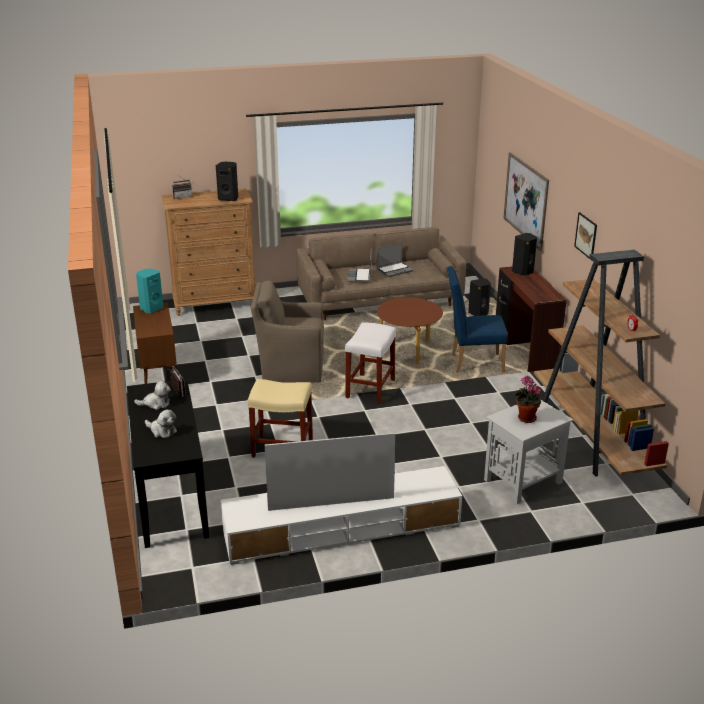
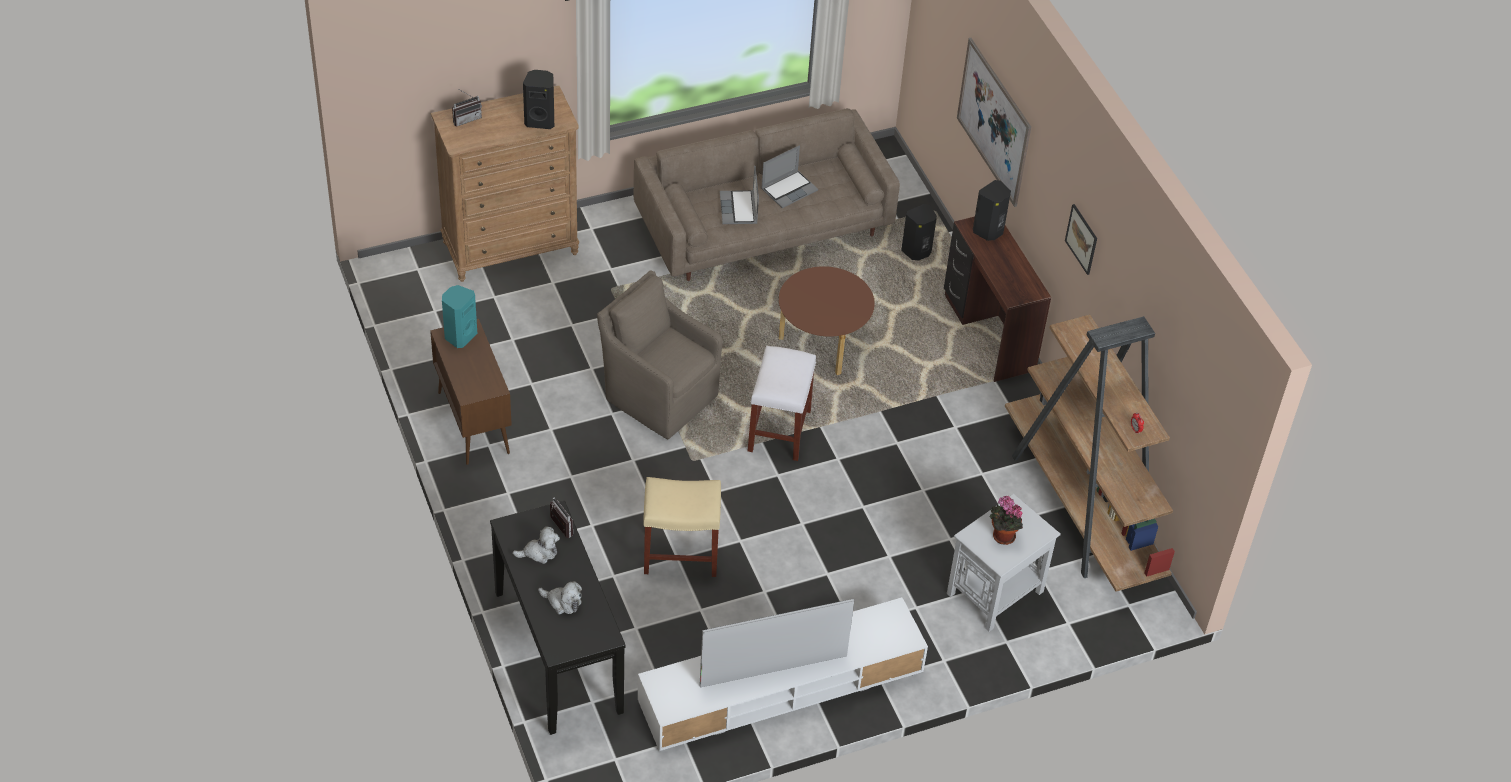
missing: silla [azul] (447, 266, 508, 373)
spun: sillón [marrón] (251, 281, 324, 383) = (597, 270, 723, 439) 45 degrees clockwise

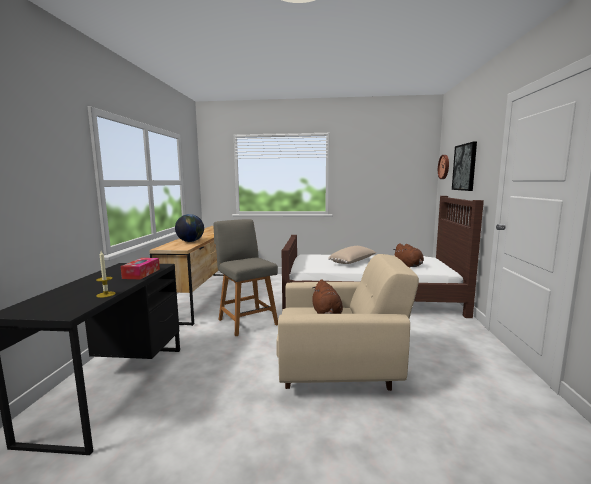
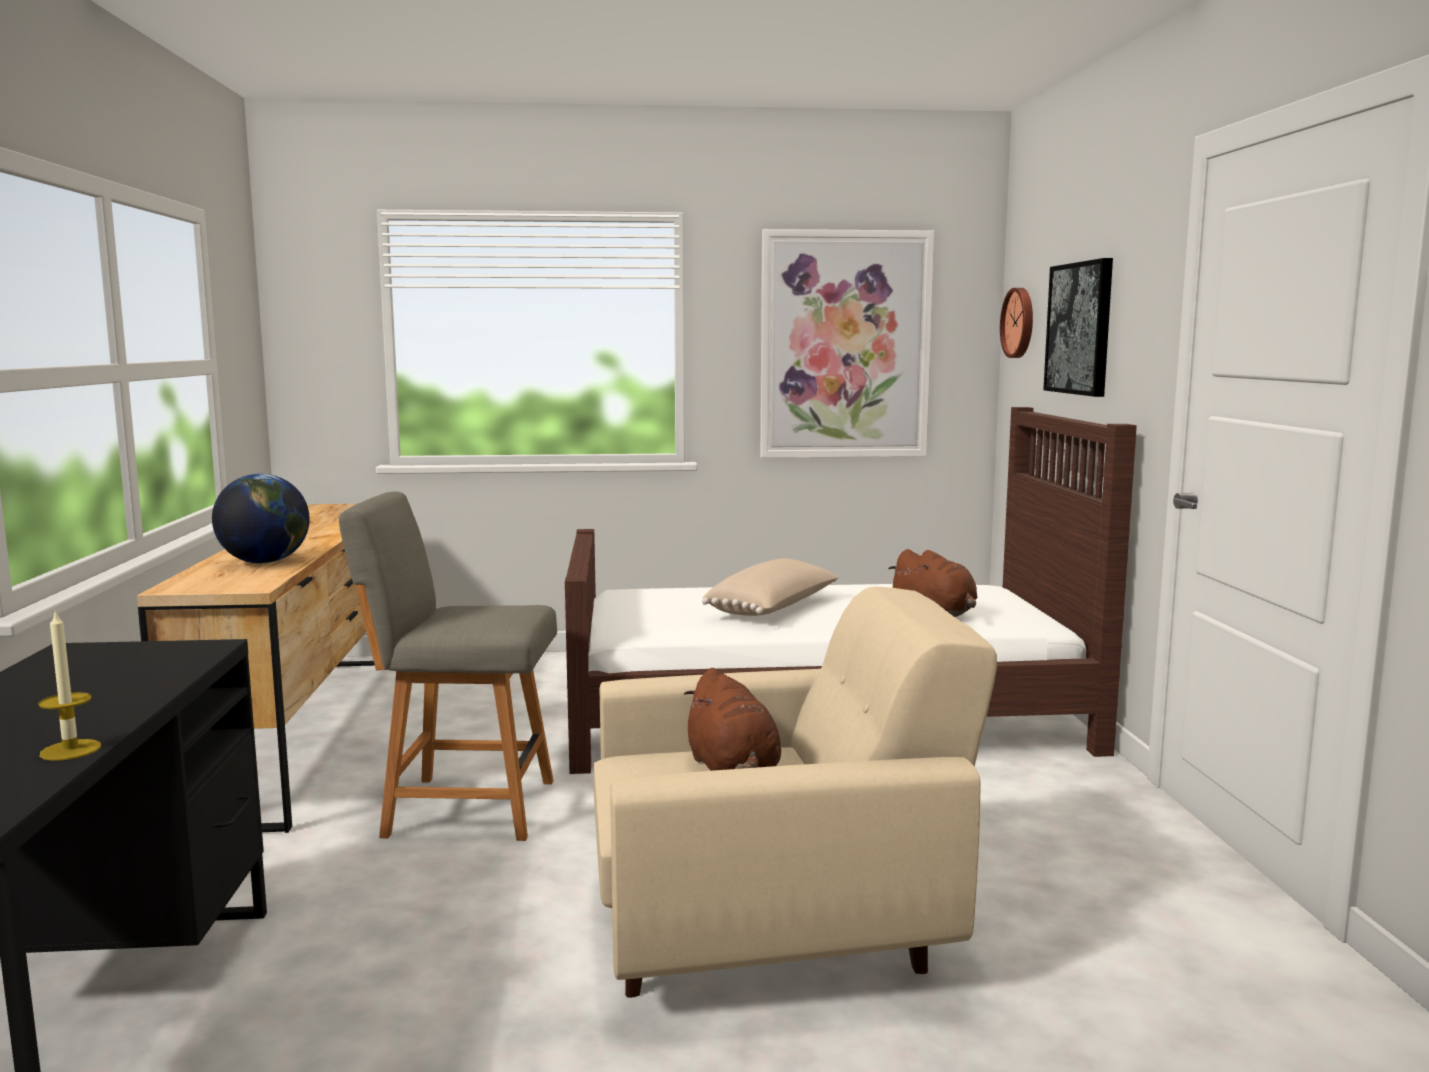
missing: caja de pañuelos (121, 258, 160, 279)
appeared: cuadro (760, 229, 934, 458)
spun: silla [gris] (213, 219, 278, 336) = (339, 492, 557, 841) 45 degrees counterclockwise

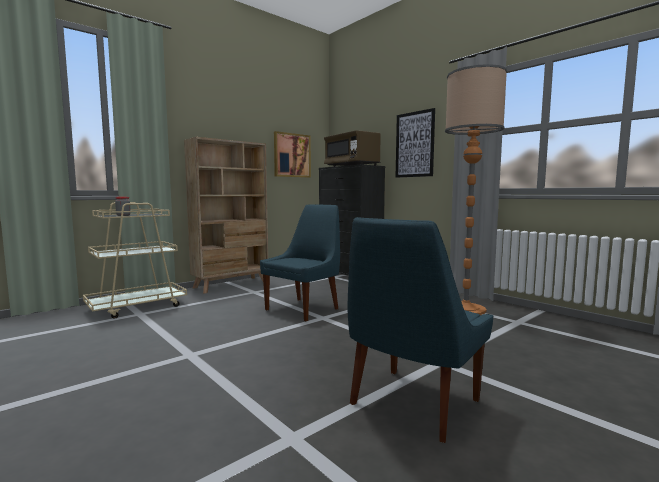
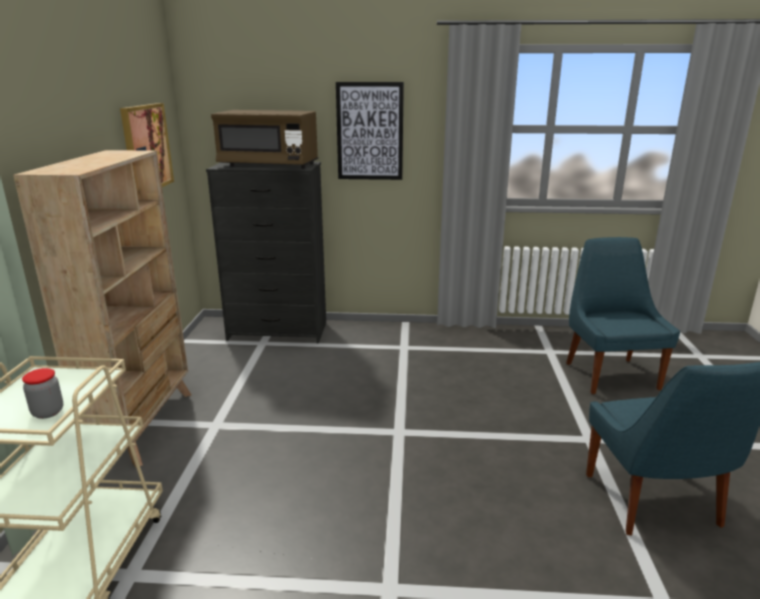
missing: lámpara de pie (445, 64, 508, 315)
relocated: silla [azul] (260, 204, 340, 322) to (566, 237, 680, 394)

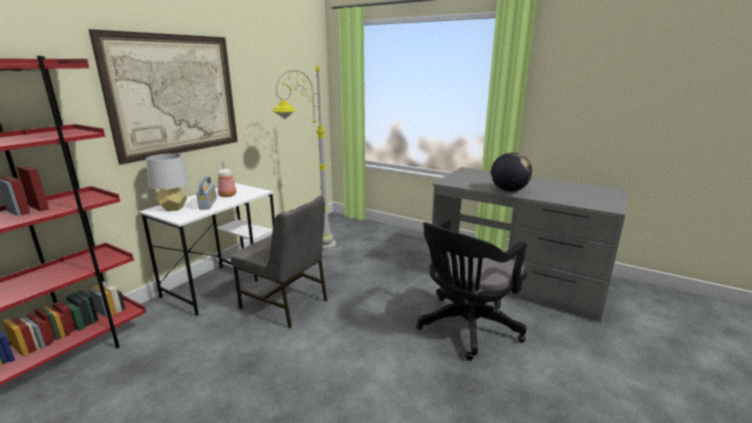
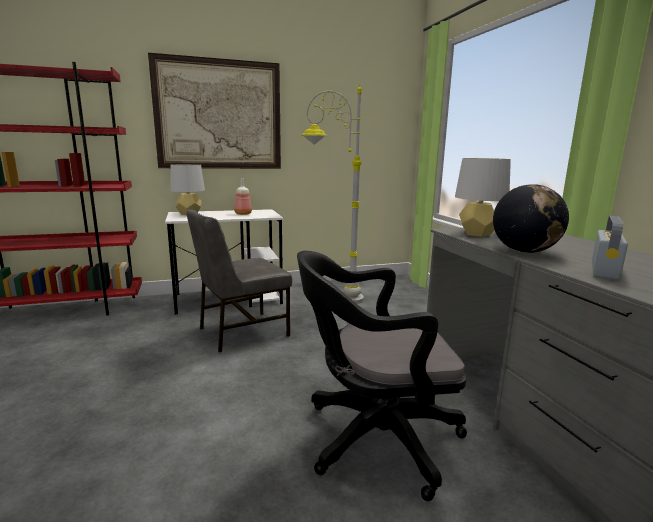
appeared: lámpara de mesa [gris] (455, 158, 511, 237)
relocated: radio (196, 176, 216, 210) to (592, 216, 628, 280)
spun: silla [gris] (230, 196, 327, 328) = (186, 209, 292, 352) 75 degrees clockwise

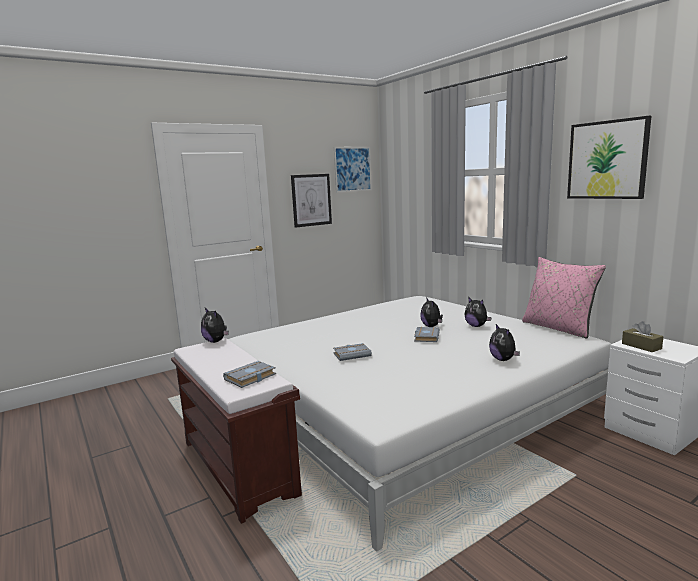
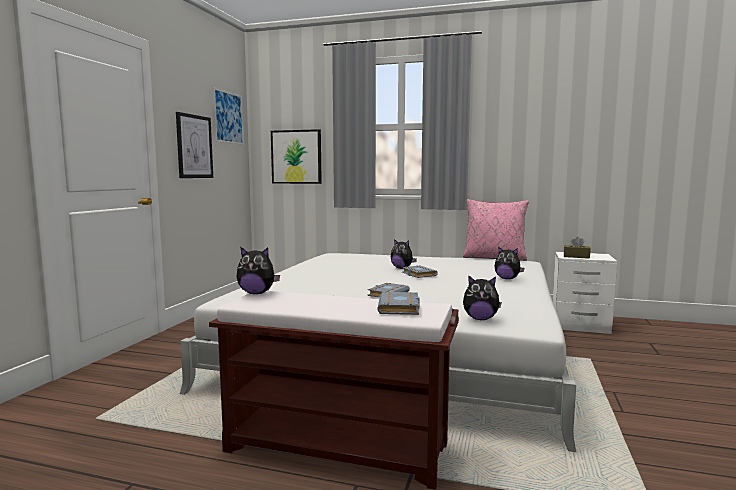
relocated: cuadro (567, 116, 651, 199) to (271, 129, 322, 184); peluche (465, 297, 492, 327) to (463, 276, 502, 320)

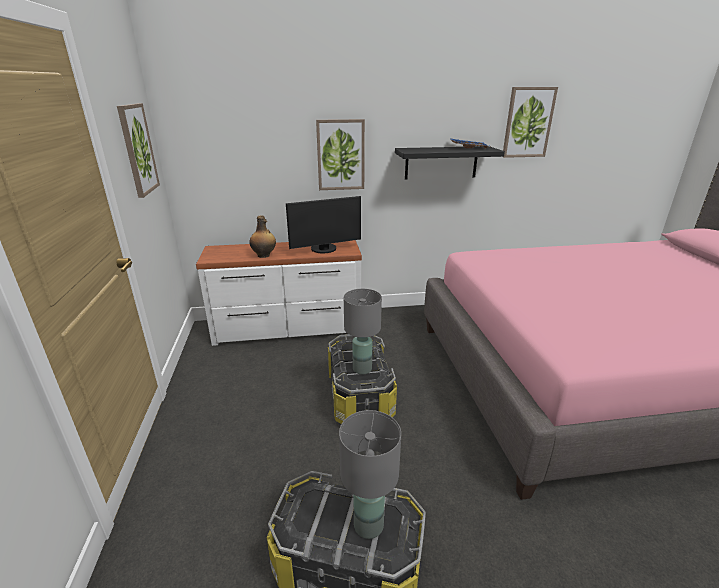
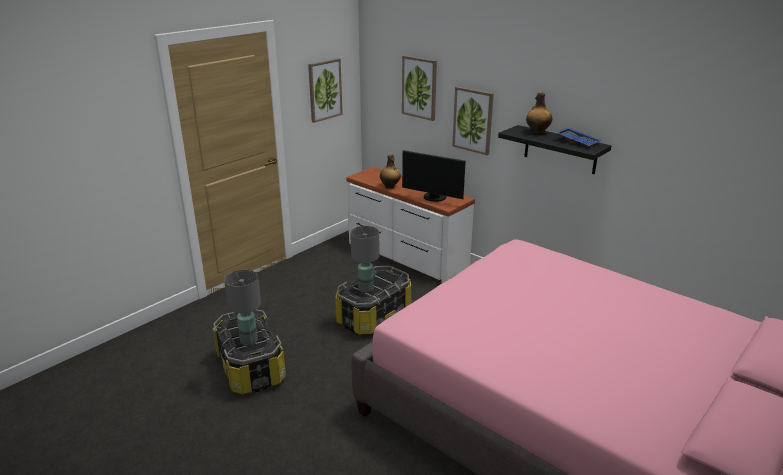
appeared: botella (526, 92, 552, 134)
relocated: cuadro (503, 87, 558, 158) to (402, 55, 437, 121)

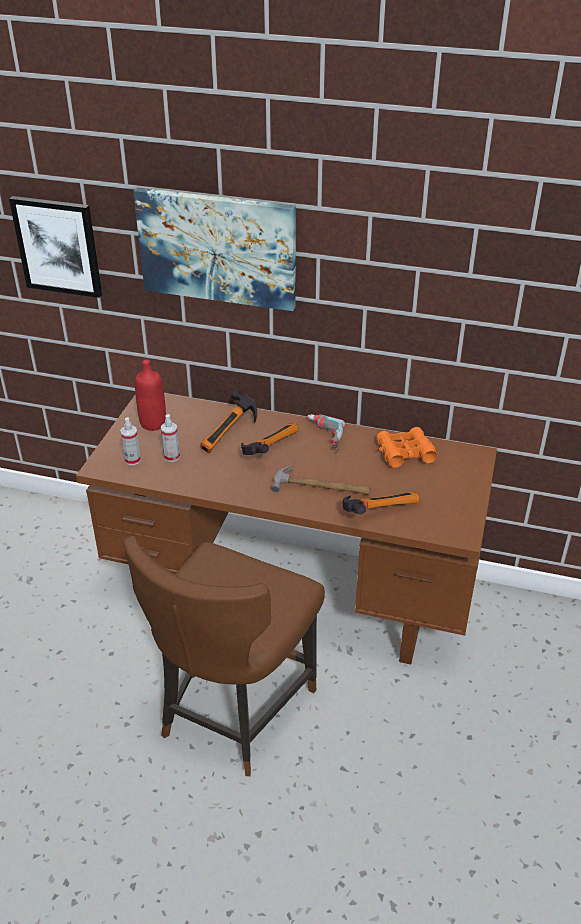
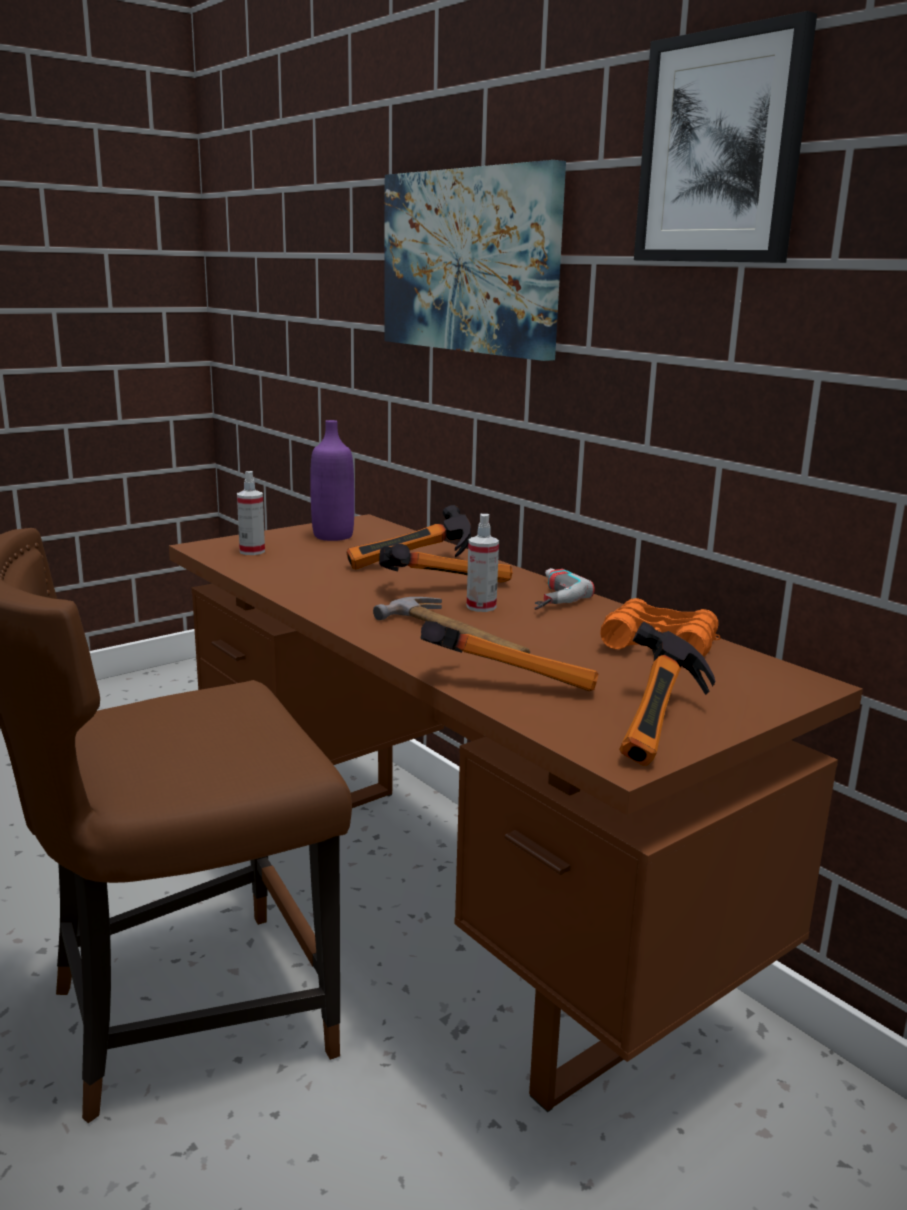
appeared: martillo (619, 621, 716, 766)
relocated: pulverizador (161, 414, 180, 462) to (467, 514, 499, 612); cuadro (9, 196, 102, 298) to (634, 11, 817, 263)
colour: botella [rojo] (135, 360, 166, 431) to botella [morado] (310, 420, 355, 541)

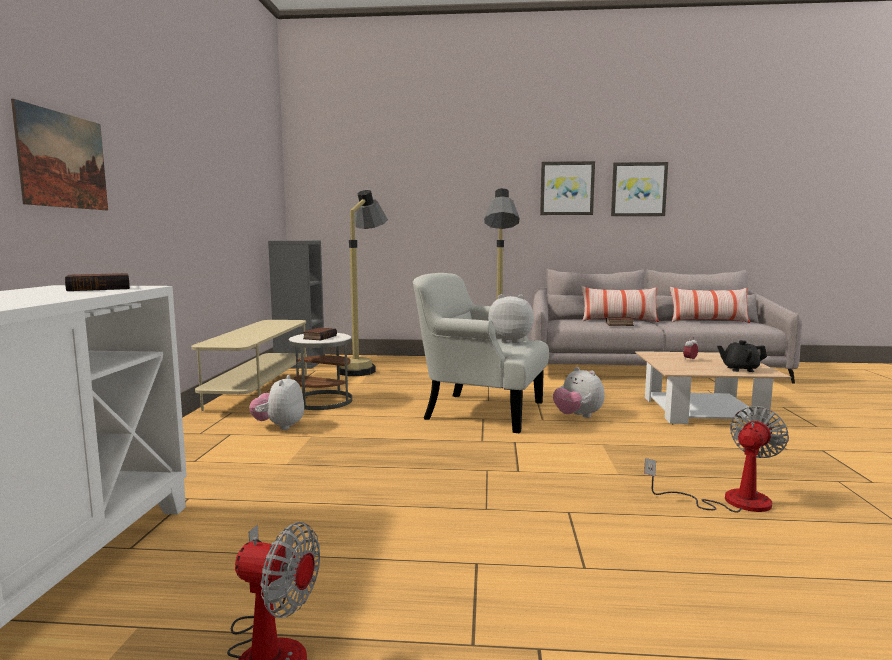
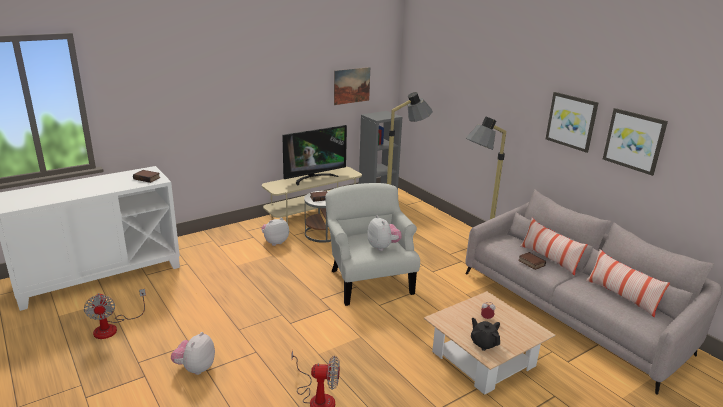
appeared: televisor (282, 125, 347, 185)
relocated: peluche (553, 367, 605, 418) to (171, 332, 215, 375); cuadro (11, 99, 108, 210) to (334, 67, 370, 105)

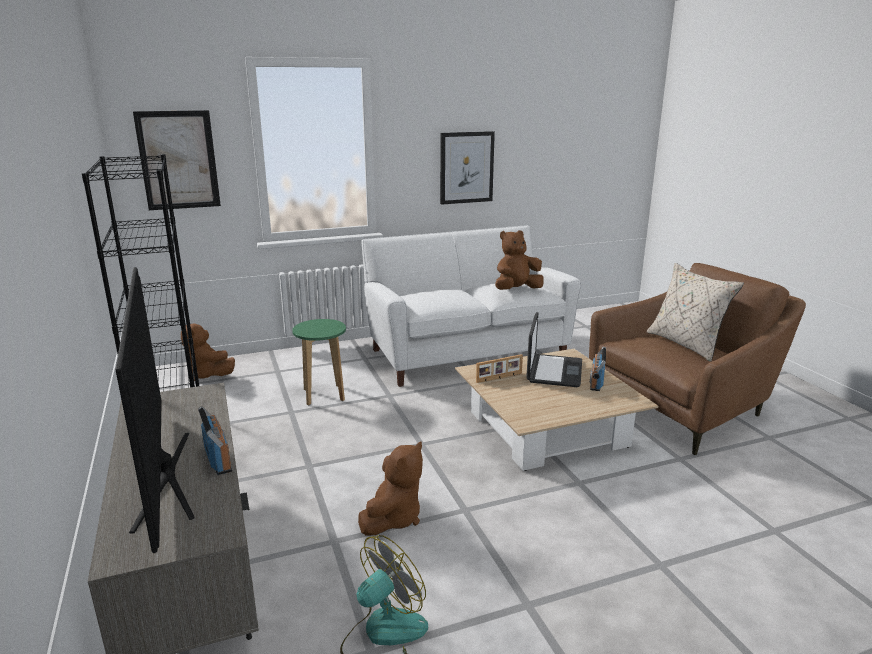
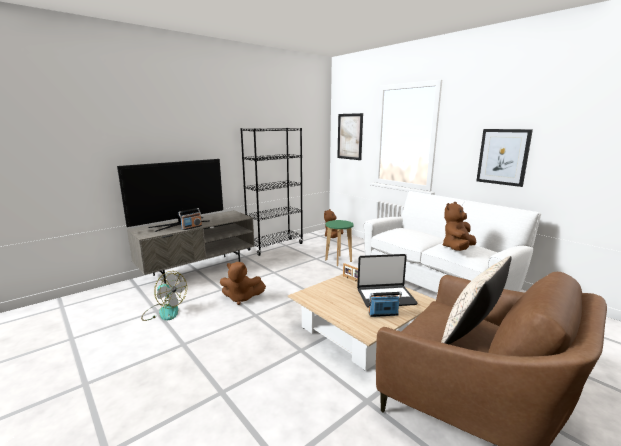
spun: peluche [marrón] (495, 230, 544, 290) = (443, 202, 476, 251) 90 degrees counterclockwise

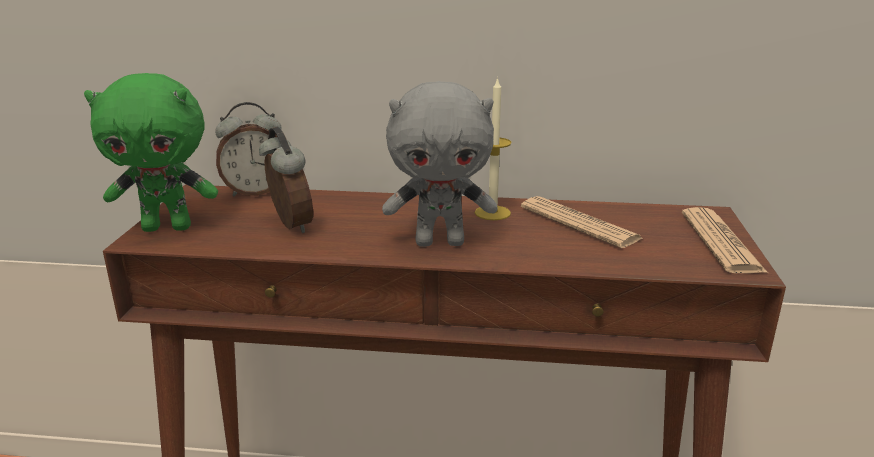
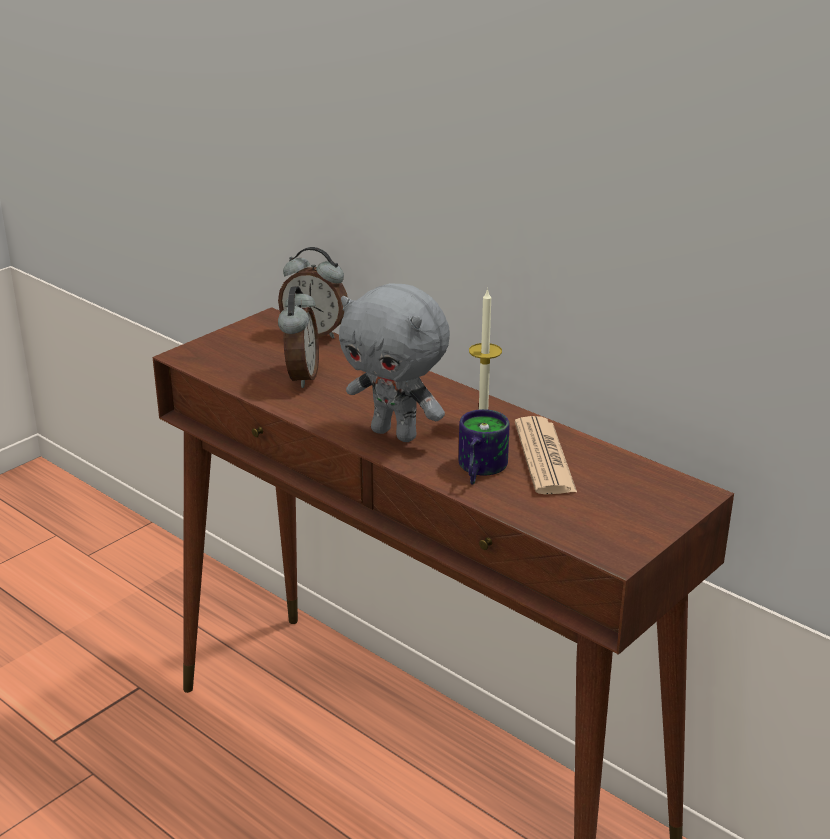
missing: peluche [verde] (84, 73, 218, 232); periódico (682, 207, 768, 273)
appeared: taza grande (459, 409, 510, 485)

